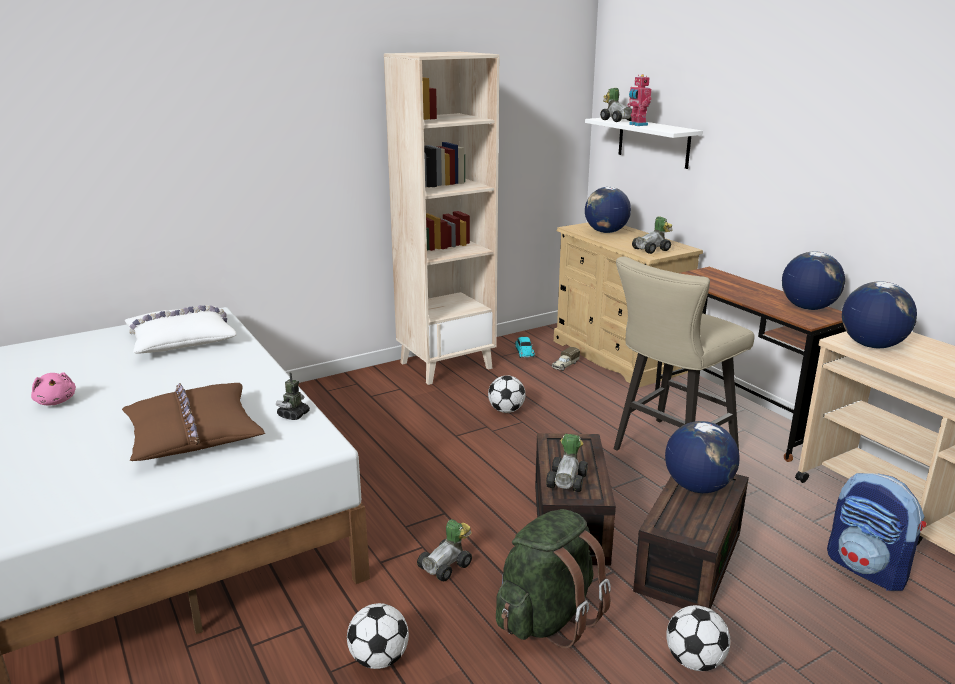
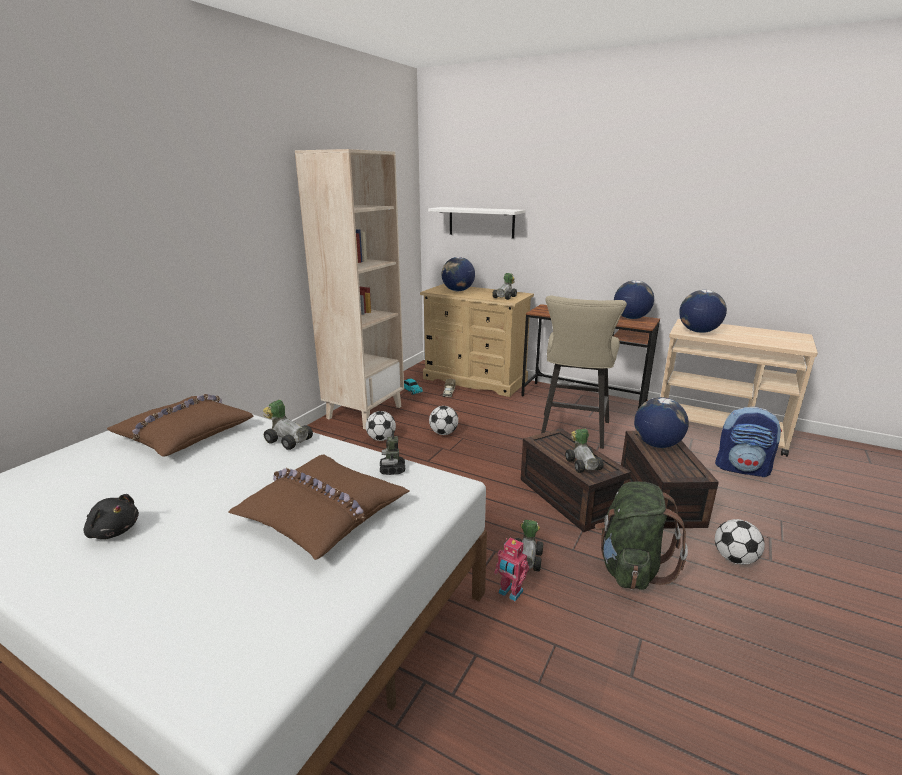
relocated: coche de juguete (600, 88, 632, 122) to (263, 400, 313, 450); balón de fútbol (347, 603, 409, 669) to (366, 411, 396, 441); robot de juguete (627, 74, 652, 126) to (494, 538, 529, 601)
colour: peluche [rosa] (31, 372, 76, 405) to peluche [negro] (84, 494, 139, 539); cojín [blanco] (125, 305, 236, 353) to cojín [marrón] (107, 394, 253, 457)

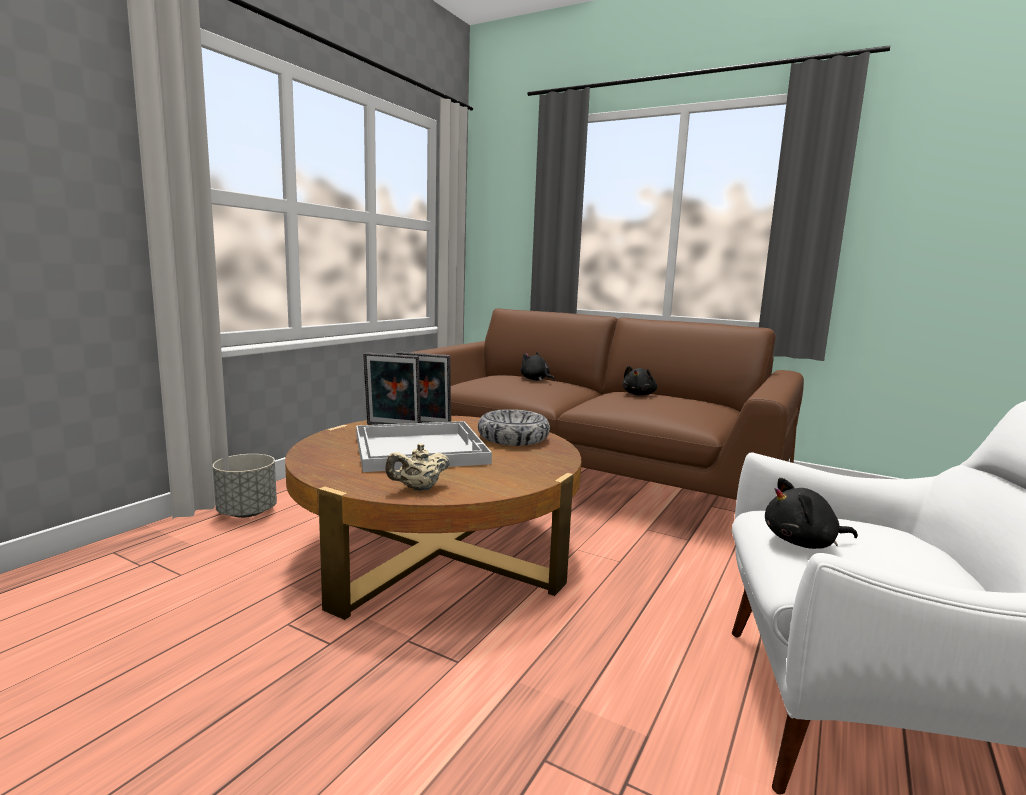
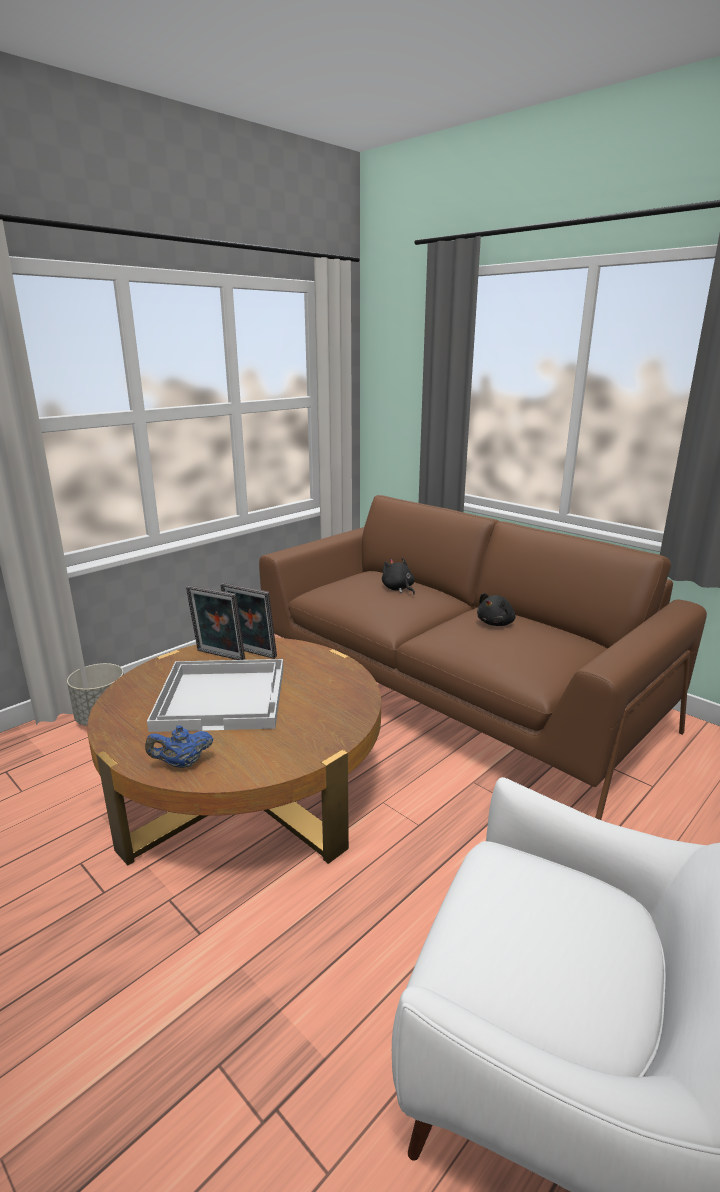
missing: cuenco (478, 409, 550, 446); peluche [negro] (765, 478, 858, 549)
colour: tetera [beis] (385, 443, 450, 491) to tetera [azul] (145, 725, 213, 768)

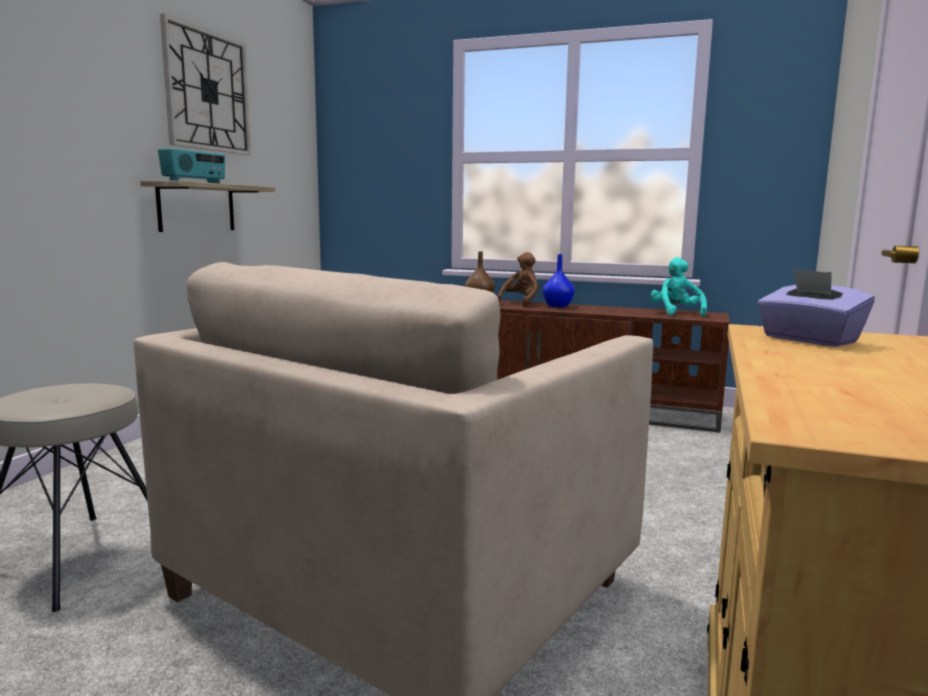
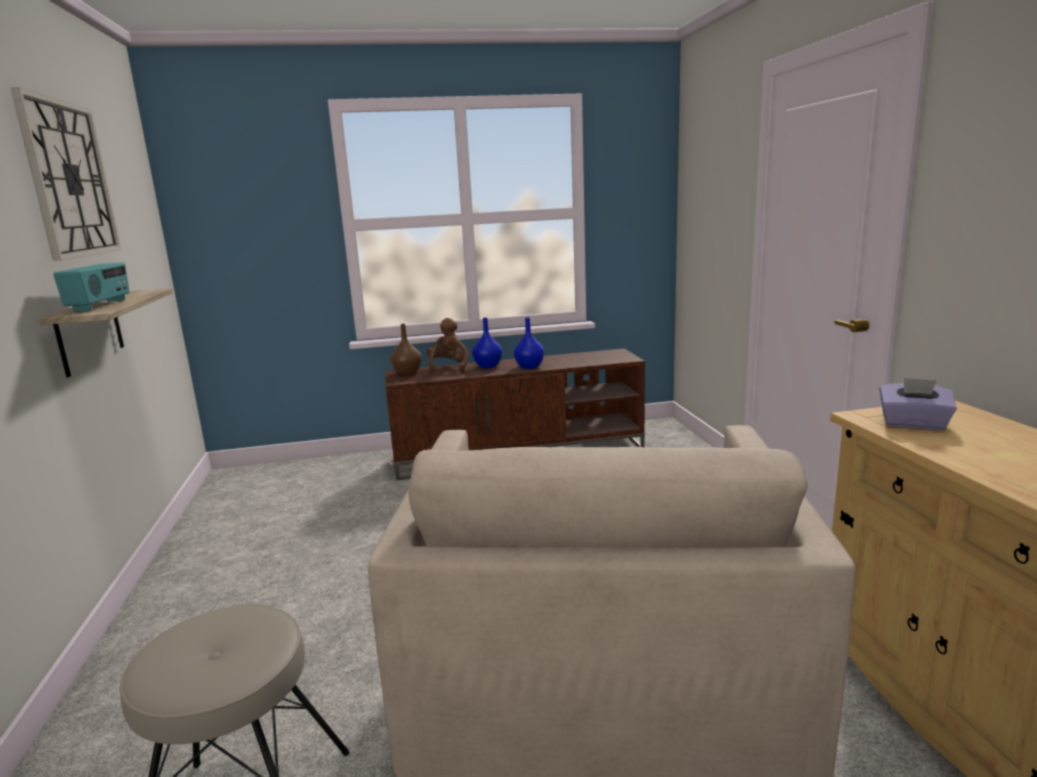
missing: peluche [turquesa] (651, 257, 707, 317)
appeared: florero [azul] (514, 317, 544, 369)

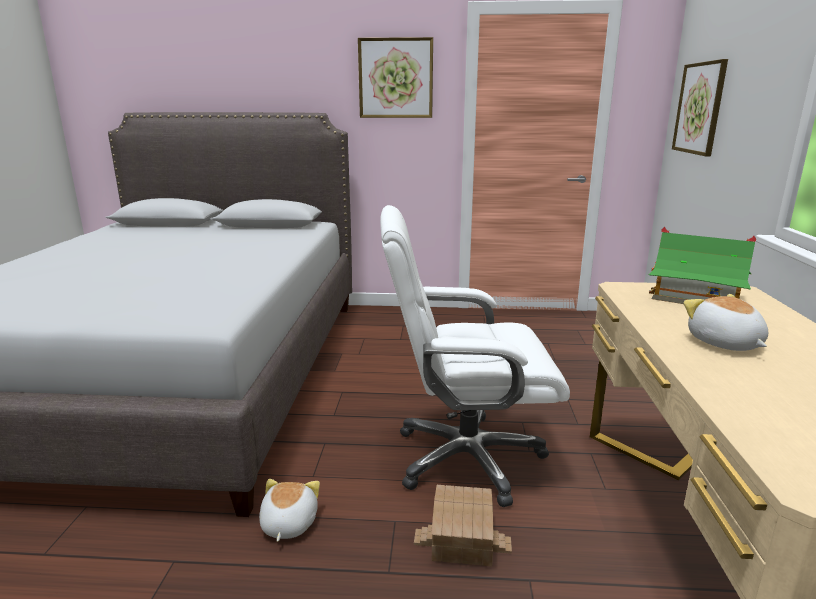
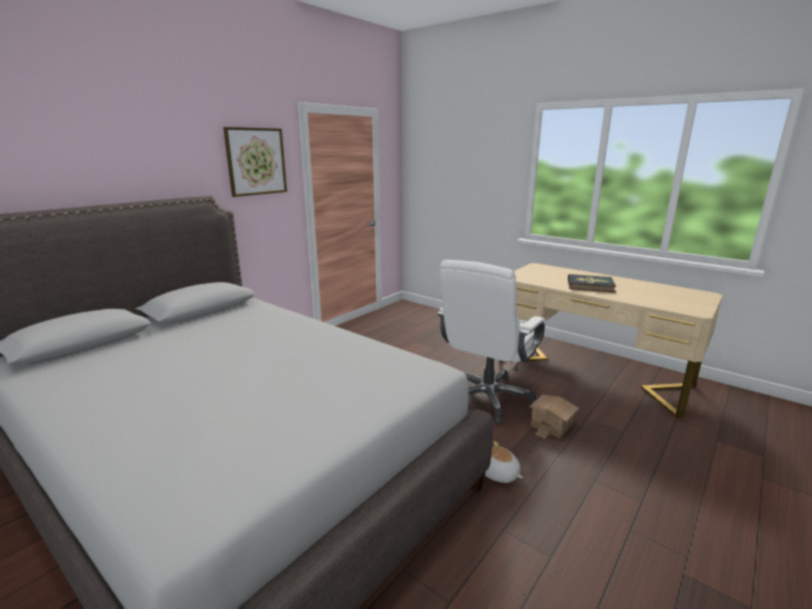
missing: casita (649, 227, 756, 304); cuadro (672, 59, 728, 156)
exchanged: peluche (684, 294, 768, 351) to libro (568, 274, 616, 293)

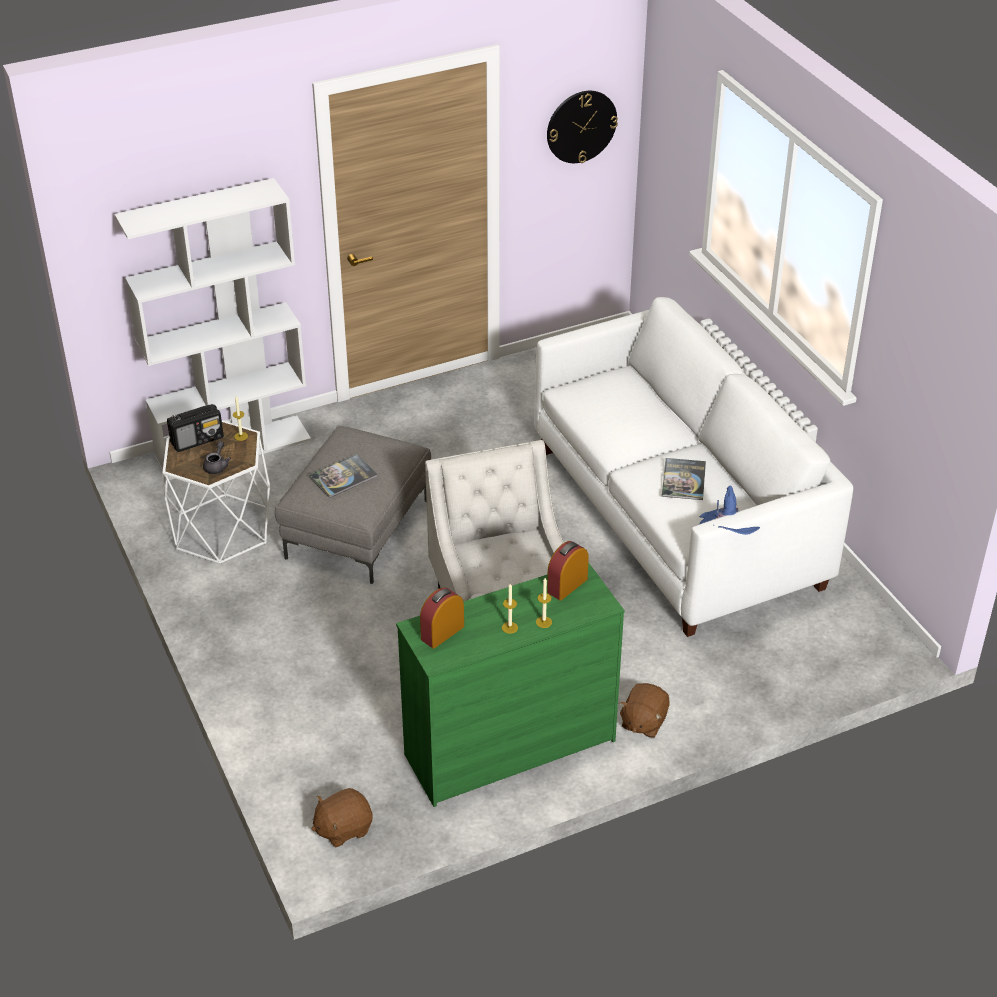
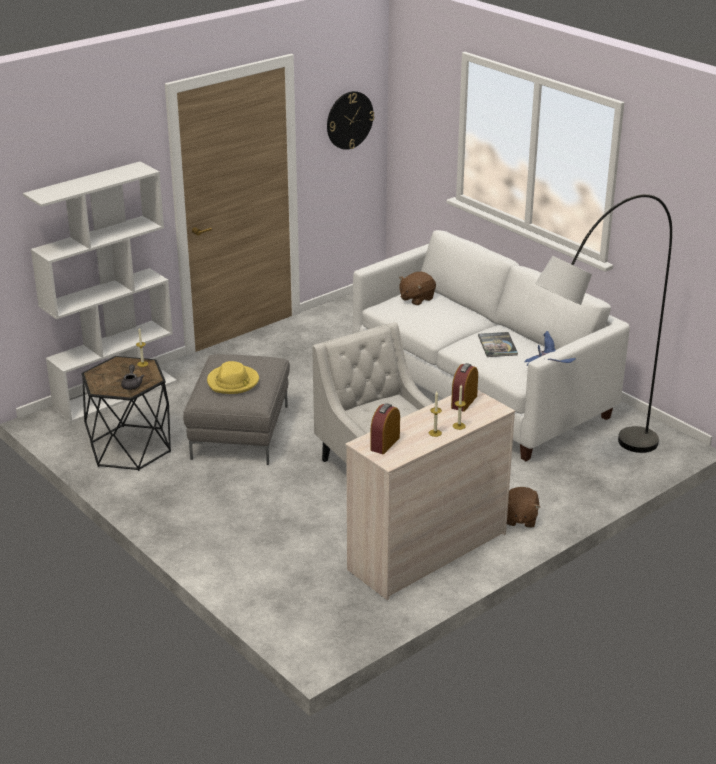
missing: radio (167, 404, 224, 452)
appeared: lámpara de pie [gris] (535, 194, 672, 453)
relocated: peluche [marrón] (311, 788, 373, 847) to (399, 272, 436, 305)
exchanged: libro (309, 454, 377, 498) to sombrero [amarillo] (207, 361, 259, 394)
colour: mesa auxiliar [blanco] (162, 420, 270, 565) to mesa auxiliar [negro] (81, 356, 171, 471); cómoda [verde] (396, 562, 625, 807) to cómoda [beis] (345, 390, 515, 600)

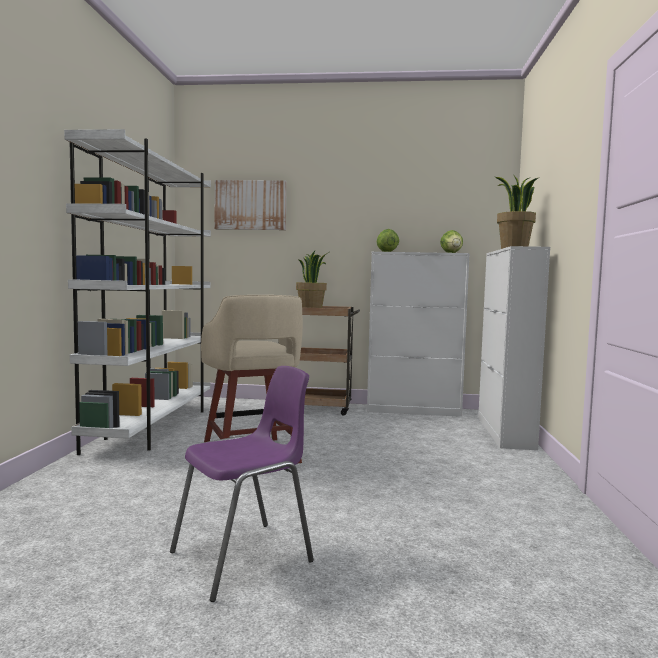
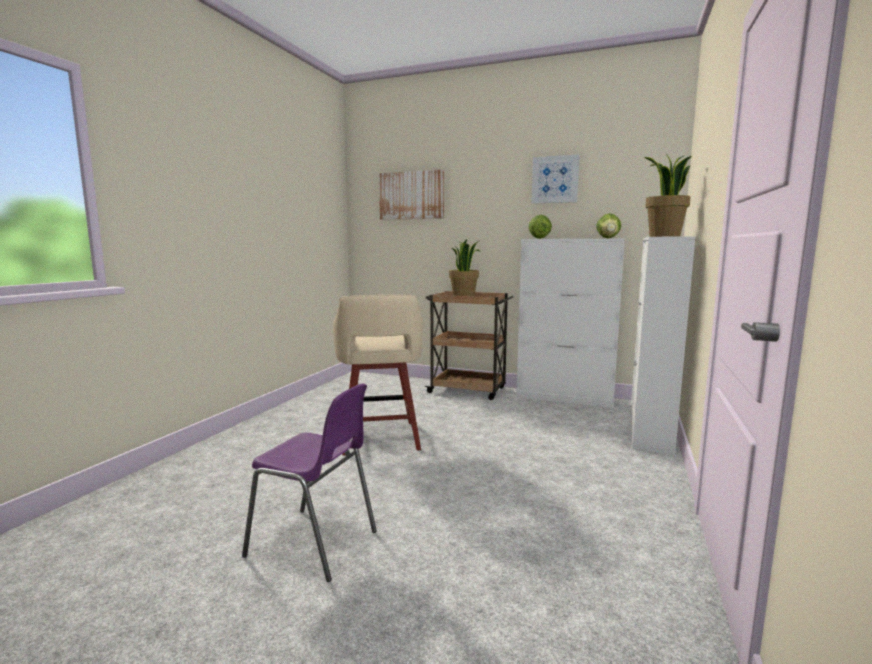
missing: estantería [blanco] (64, 129, 211, 455)
appeared: cuadro (531, 154, 580, 204)
spun: silla [morado] (170, 366, 314, 602) = (242, 383, 377, 582) 45 degrees clockwise

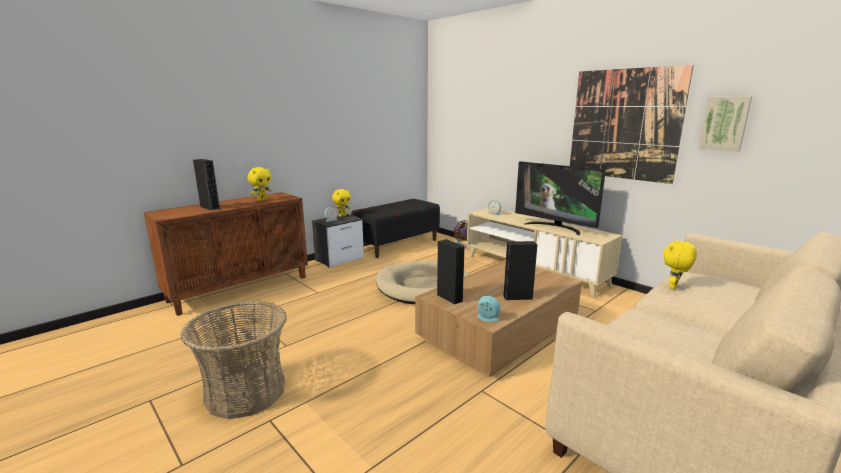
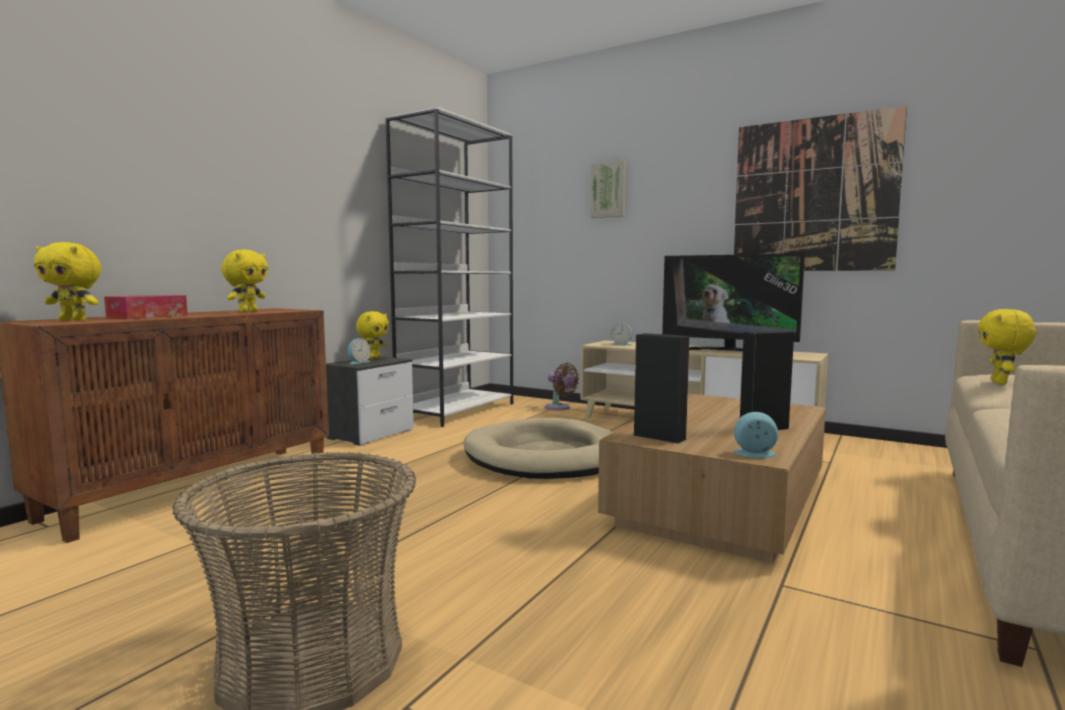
appeared: peluche [amarillo] (34, 242, 101, 321)
relocated: cuadro (699, 96, 752, 152) to (590, 161, 626, 218)
exchanged: altavoz [negro] (193, 159, 220, 210) to caja de pañuelos (104, 295, 188, 319); banco [negro] (351, 199, 440, 258) to estantería [blanco] (385, 107, 513, 427)

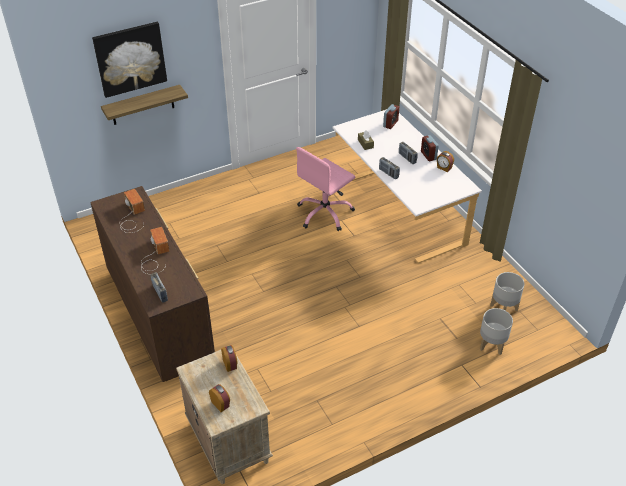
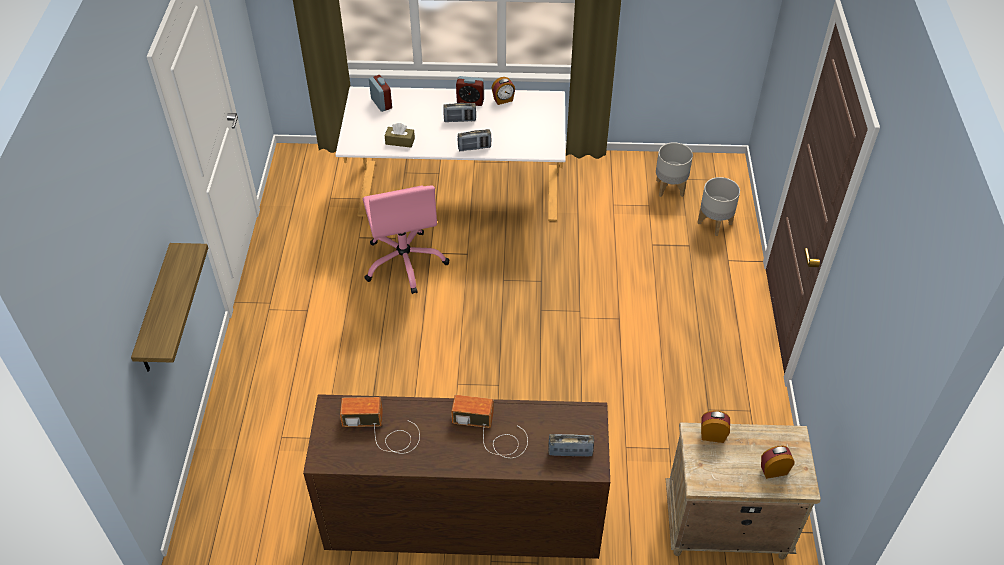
missing: cuadro (92, 22, 167, 98)

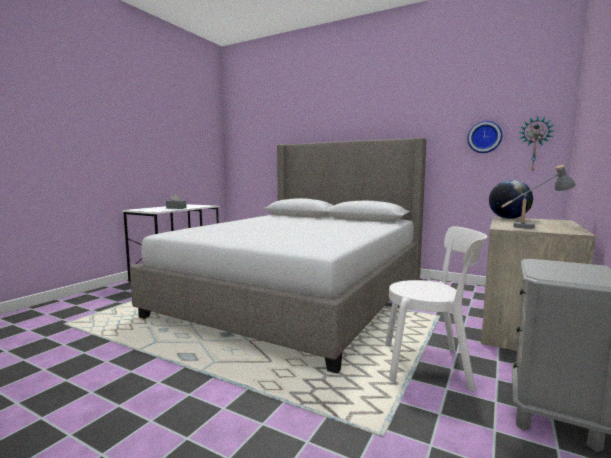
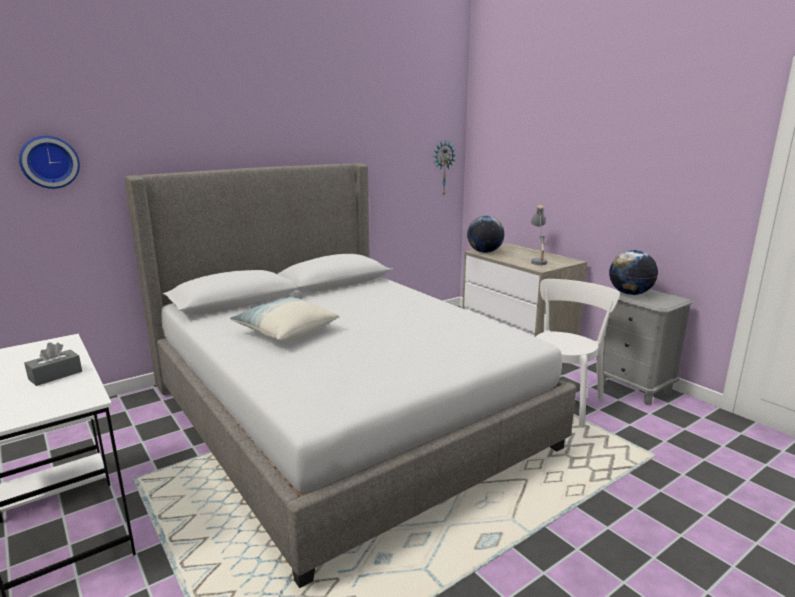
appeared: cojín (230, 297, 339, 341); globo terráqueo (609, 250, 658, 295)
relocated: reloj de pared (467, 121, 502, 153) to (19, 136, 80, 189)

